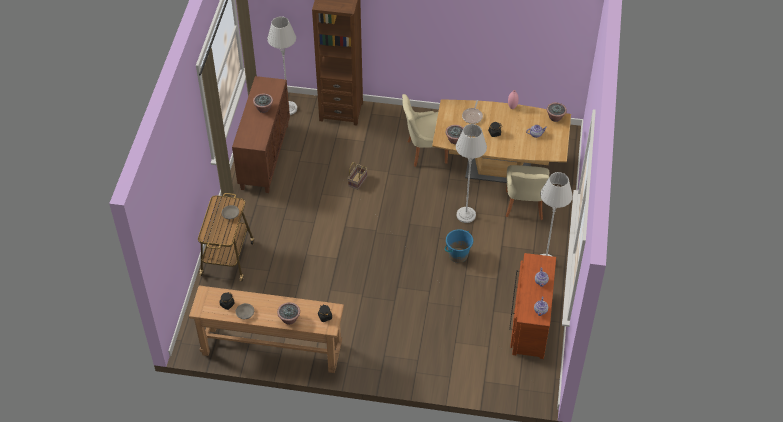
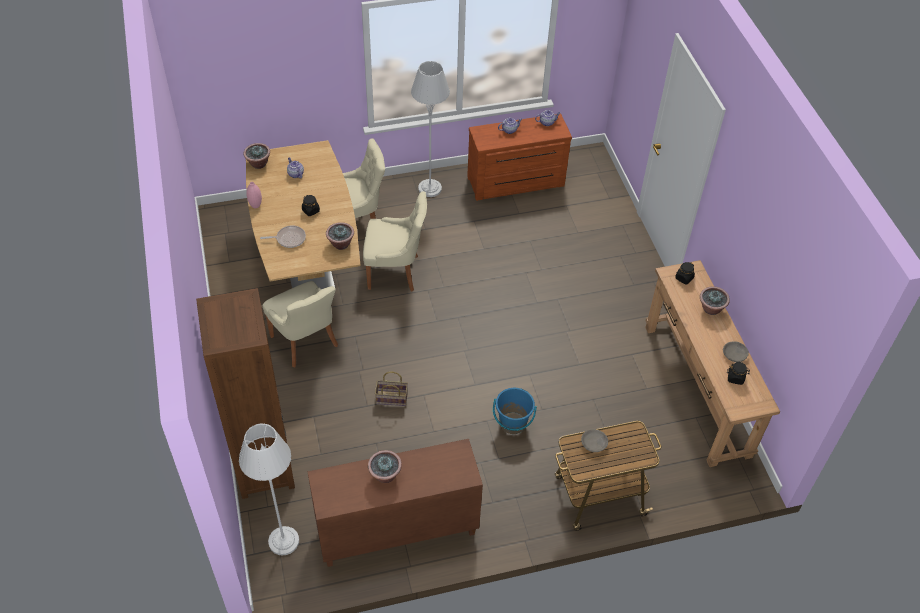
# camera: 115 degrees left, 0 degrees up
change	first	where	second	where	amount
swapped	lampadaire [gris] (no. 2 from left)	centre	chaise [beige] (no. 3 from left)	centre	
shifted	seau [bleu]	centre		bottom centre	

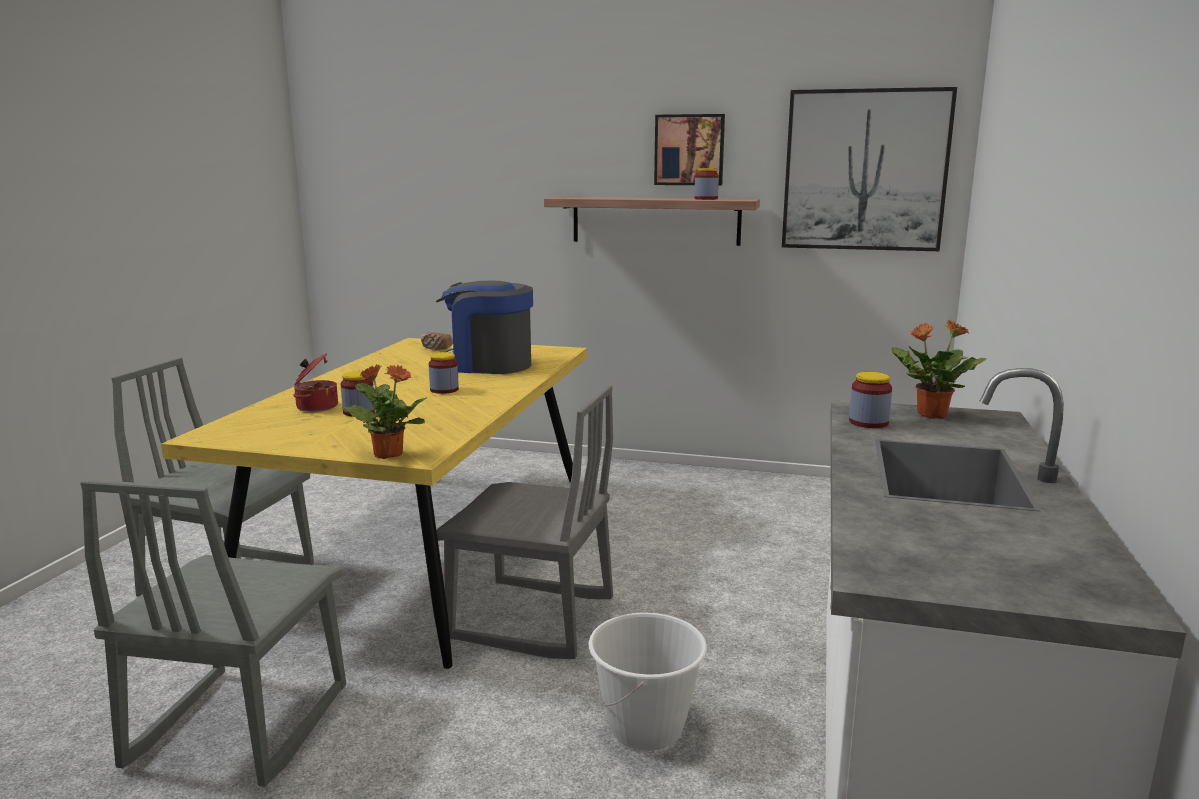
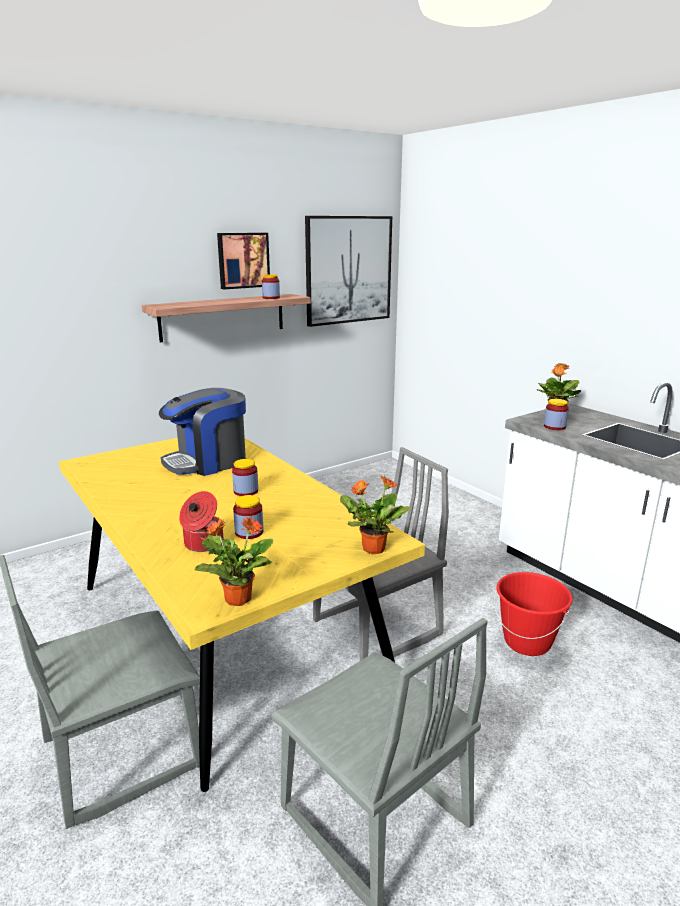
# camera: 50 degrees left, 5 degrees up
change	first	where	second	where	amount
new			plante en pot (no. 1 from left)	centre	
repainted	seau [blanc]	bottom centre	seau [rouge]	bottom right	
gone	pain	centre			

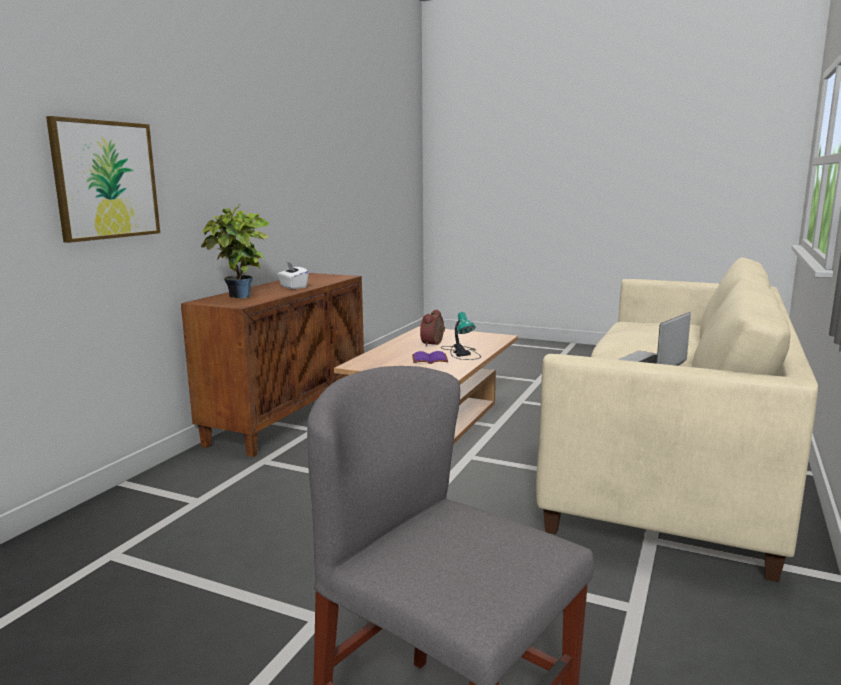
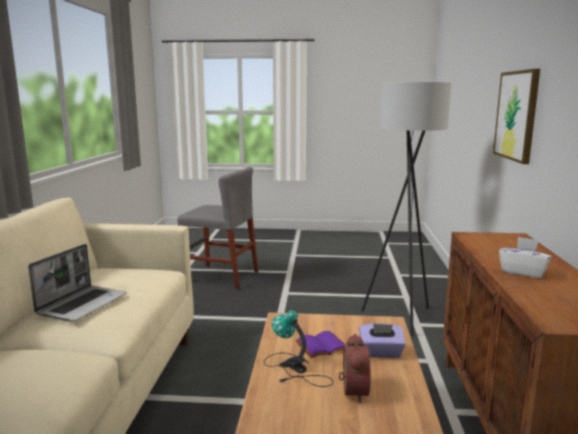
# camera: 160 degrees right, 0 degrees up
change	first	where	second	where	amount
new			boîte à mouchoirs [violet]	bottom centre	
new			lampadaire [gris]	middle right	
gone	plante en pot	middle left			

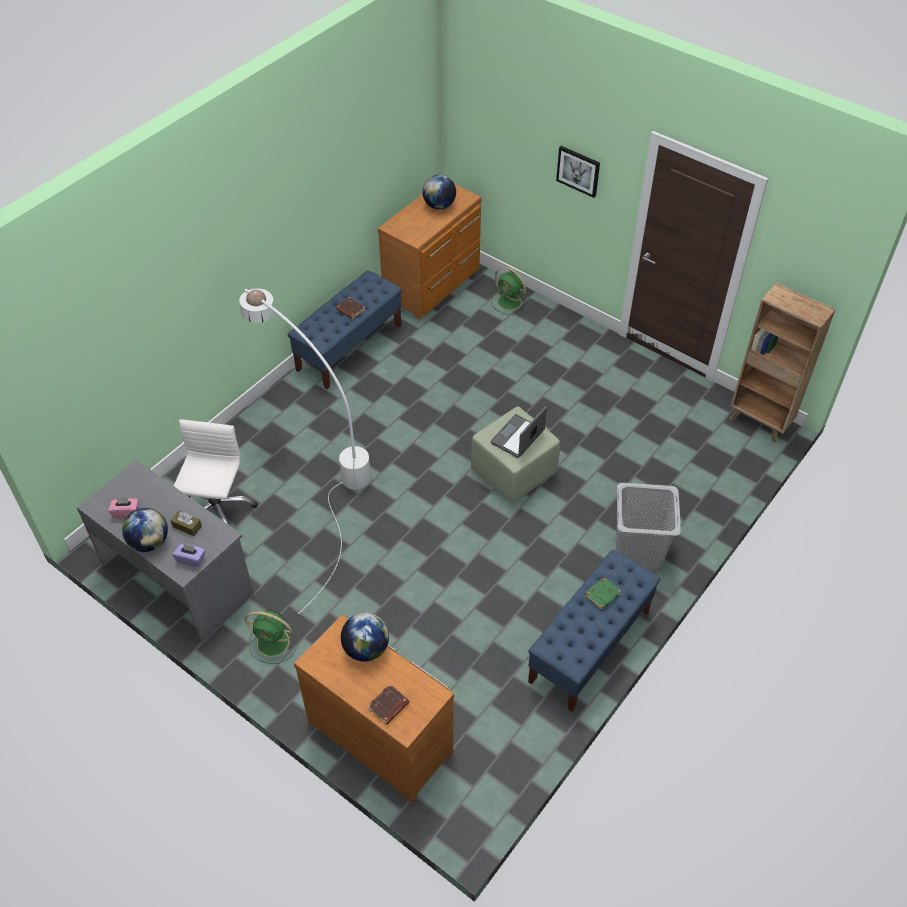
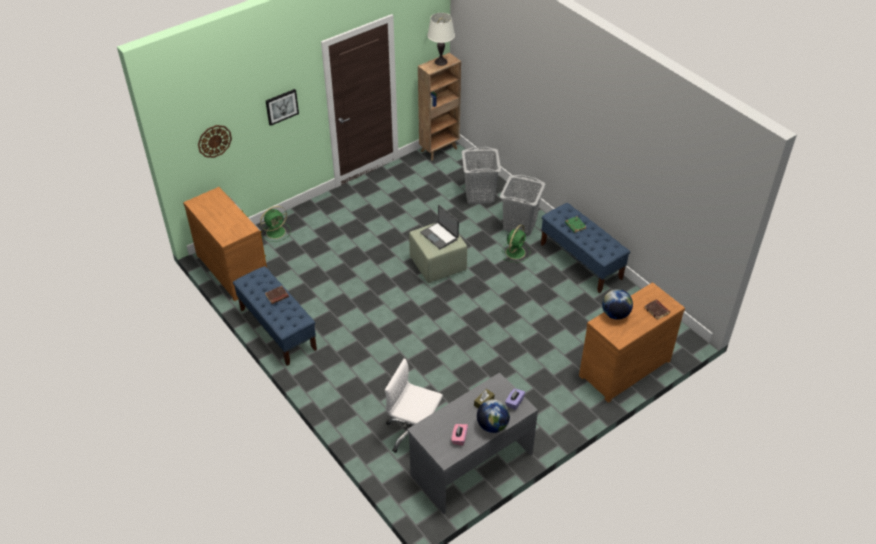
# camera: 75 degrees left, 5 degrees down
change	first	where	second	where	amount
new			horloge murale	top left	
new			lampe de table [blanc]	top centre	
new			panier à linge [gris] (no. 1 from left)	top centre	
shifted	ventilateur [vert] (no. 1 from left in the first image)	bottom left	ventilateur [vert] (no. 2 from left)	centre	
gone	lampadaire [blanc]	centre			
gone	globe (no. 3 from left)	top centre			

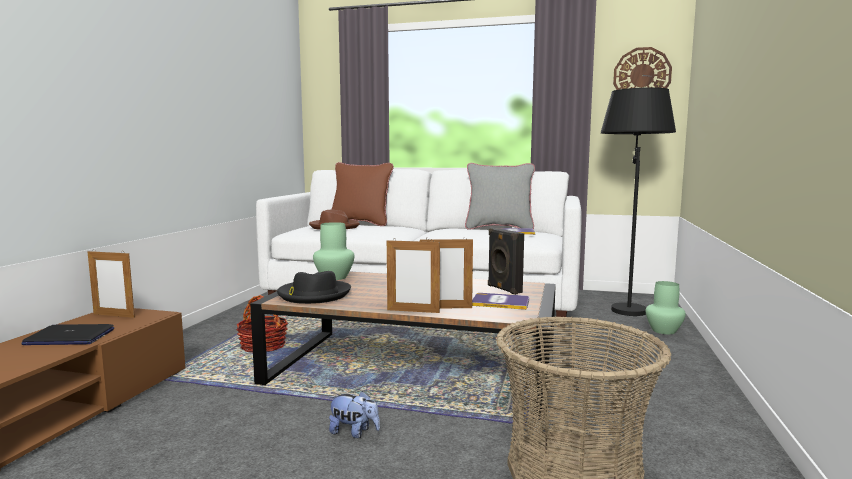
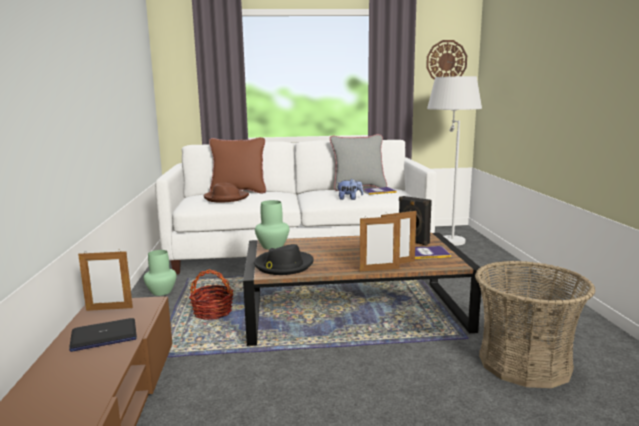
# camera: 20 degrees left, 5 degrees up
change	first	where	second	where	amount
shifted	vase [vert] (no. 2 from left in the first image)	middle right	vase [vert] (no. 1 from left)	middle left	
shifted	peluche	bottom centre		centre	
repainted	lampadaire [noir]	middle right	lampadaire [blanc]	middle right	

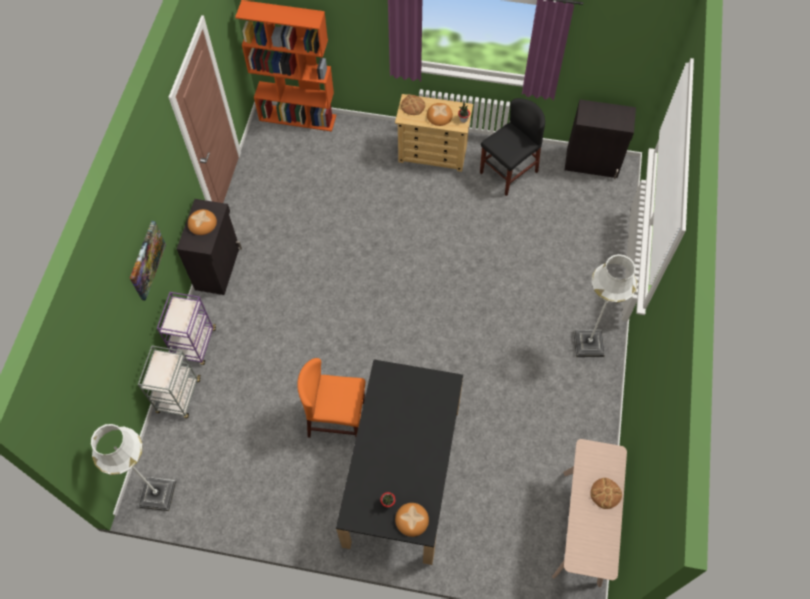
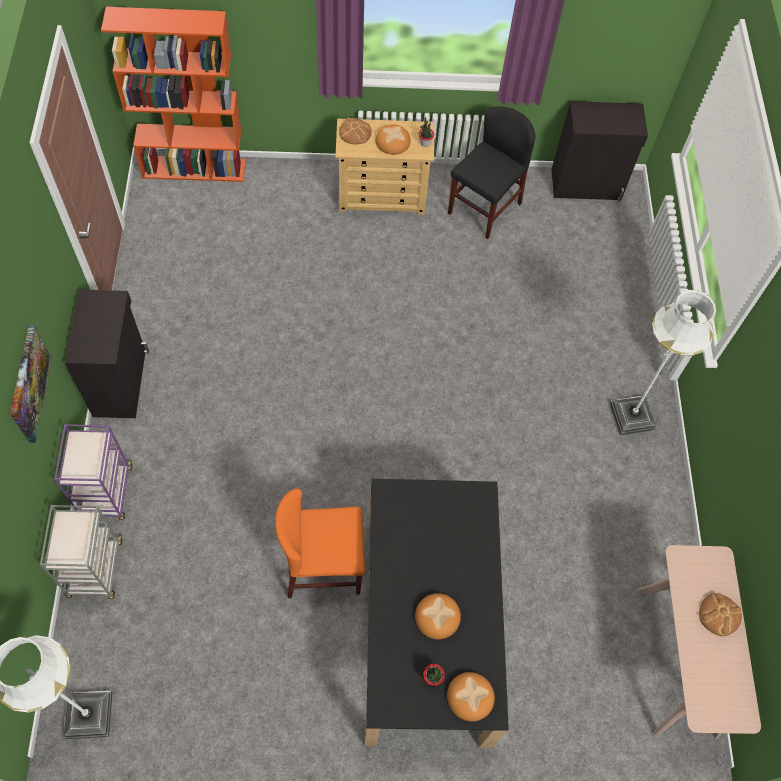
# camera: 15 degrees left, 0 degrees up
change	first	where	second	where	amount
shifted	pain (no. 1 from left in the first image)	middle left	pain (no. 3 from left)	bottom centre	

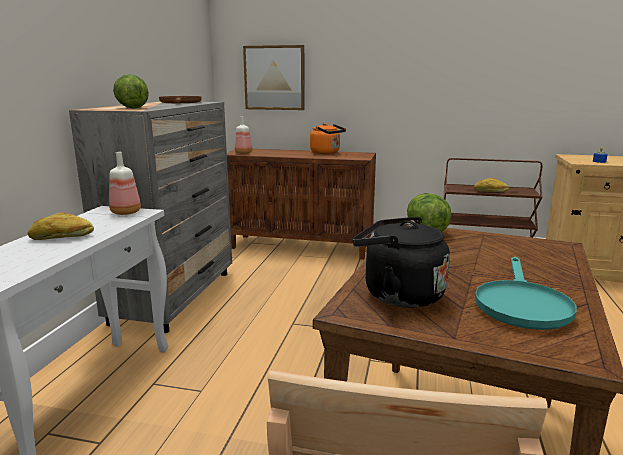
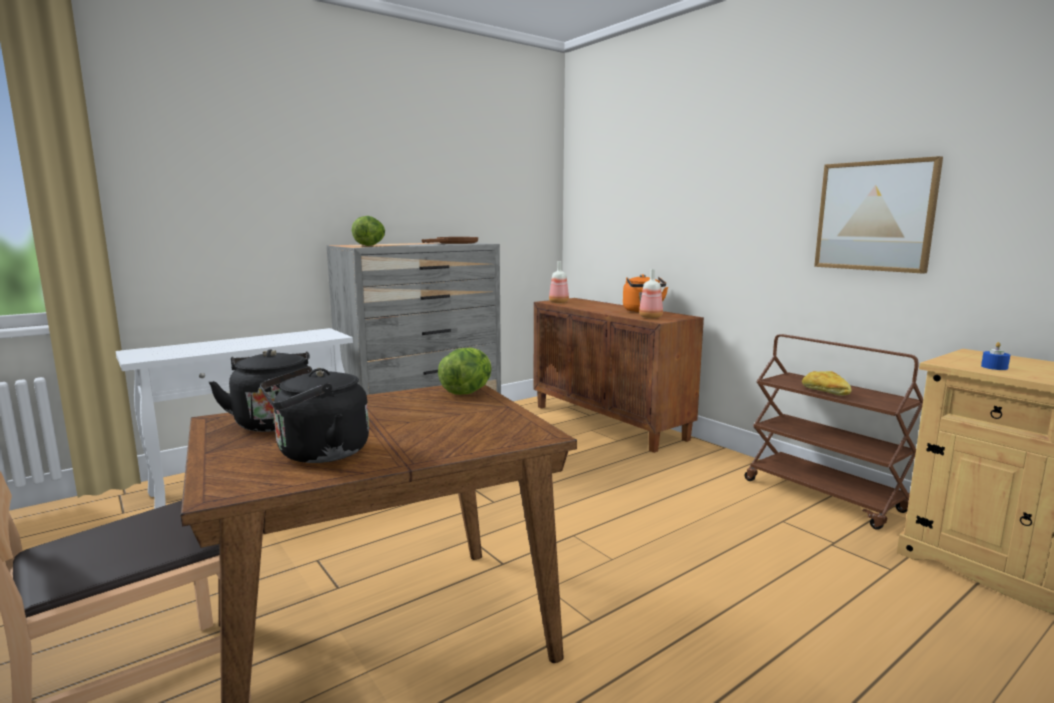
# camera: 40 degrees right, 5 degrees down
change	first	where	second	where	amount
swapped	poêle [turquoise]	middle right	bouilloire [noir] (no. 2 from left)	middle left	
shifted	bouteille (no. 1 from left in the first image)	middle left	bouteille (no. 2 from left)	centre	
shifted	tableau	top centre		top right	
gone	pain (no. 1 from left)	middle left			

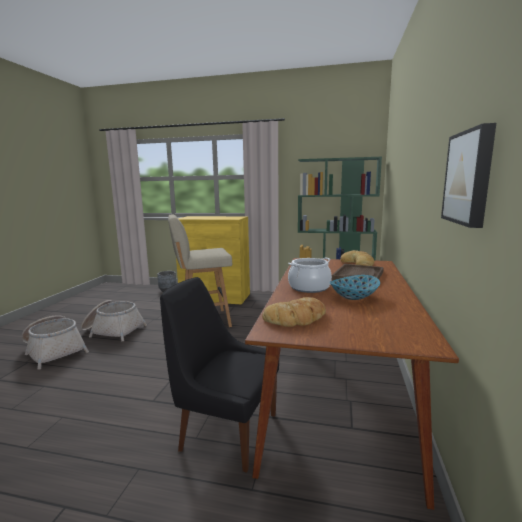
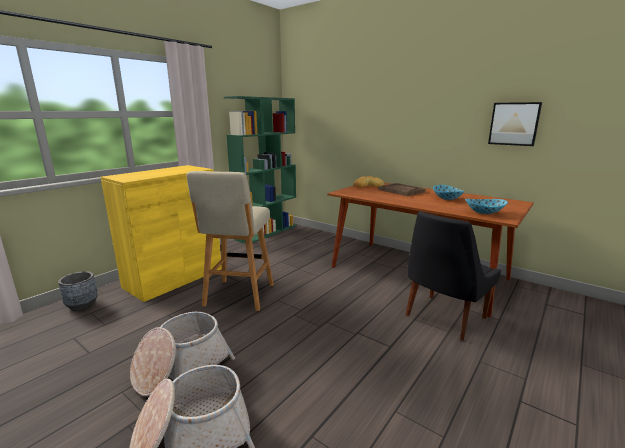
# camera: 65 degrees left, 5 degrees up
change	first	where	second	where	amount
swapped	pain (no. 1 from left)	centre	bol (no. 2 from left)	middle right	
gone	marmite	centre			

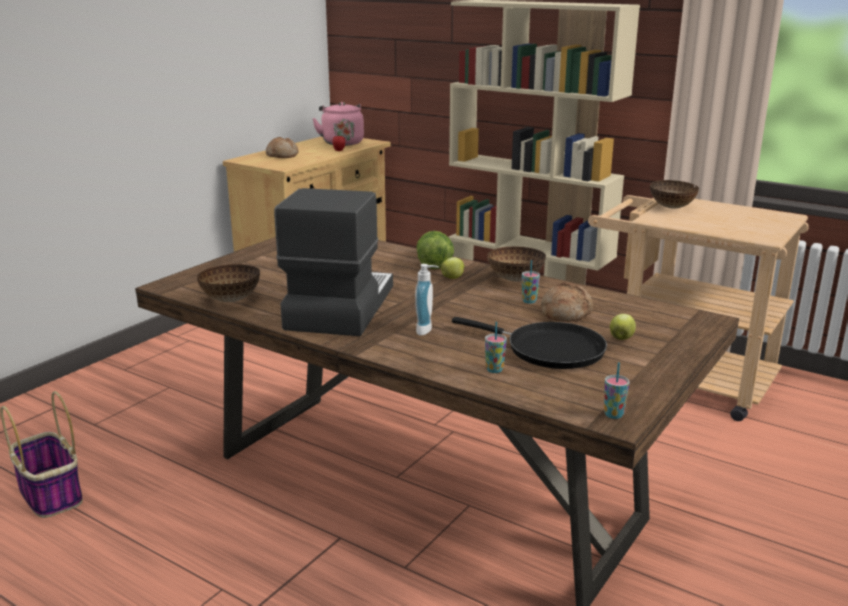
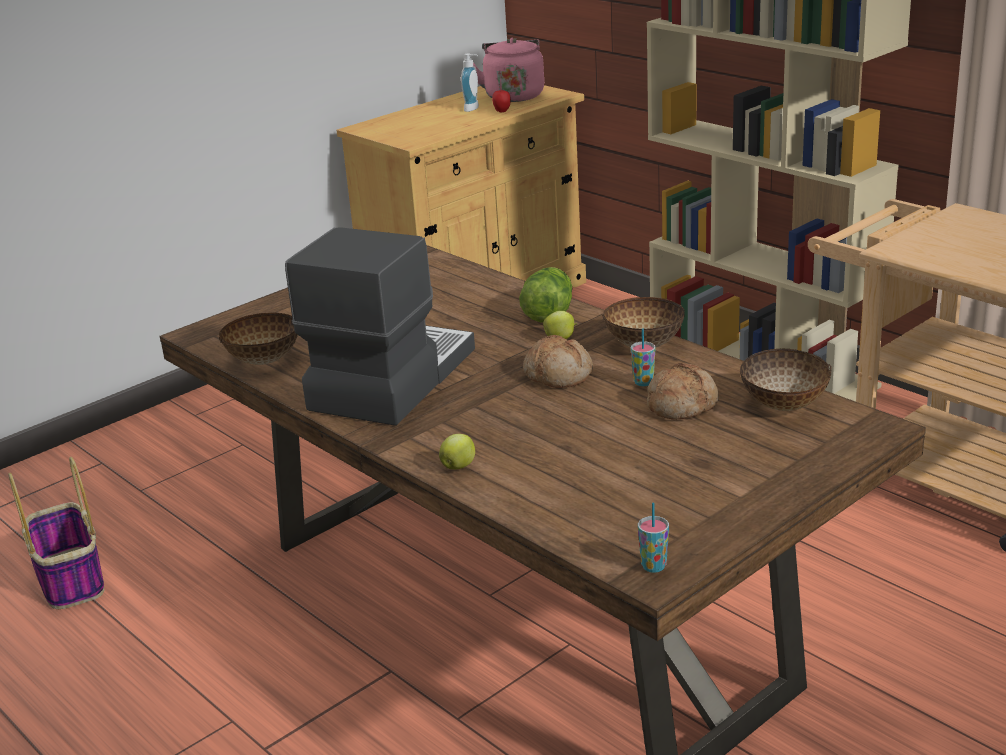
# camera: 15 degrees right, 5 degrees up
change	first	where	second	where	amount
shifted	pomme (no. 3 from left in the first image)	middle right	pomme (no. 1 from left)	centre	
shifted	distributeur de savon	centre		top centre	
shifted	pain (no. 1 from left)	top left		centre	
shifted	bol (no. 3 from left)	top right		middle right	
gone	poêle [noir]	centre			
gone	tasse (no. 1 from left)	centre			

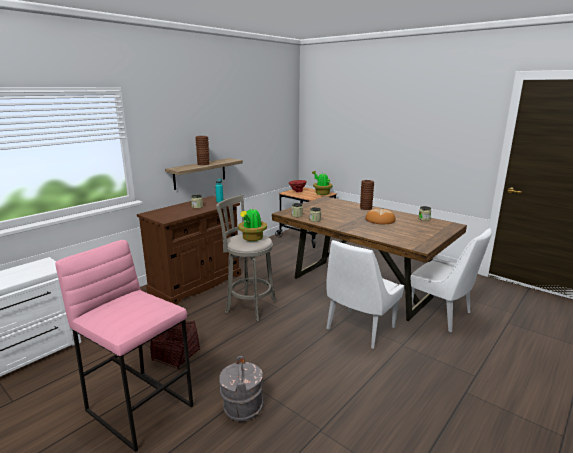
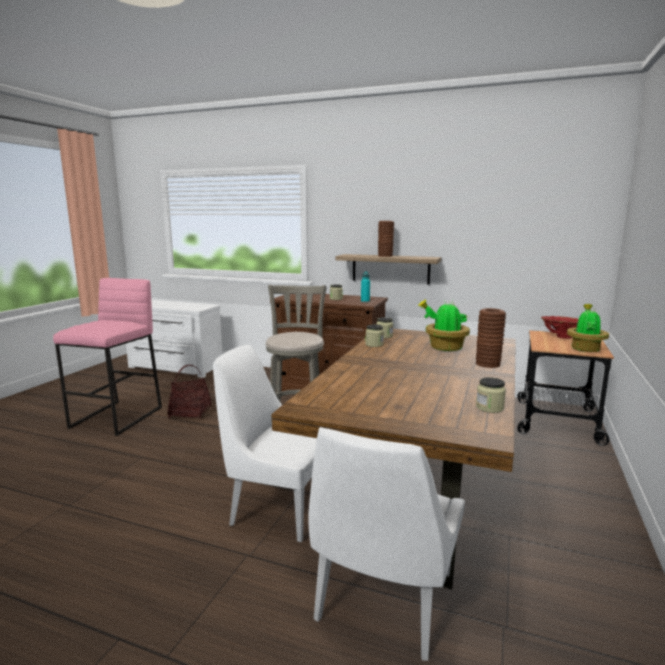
# camera: 70 degrees right, 5 degrees down
change	first	where	second	where	amount
shifted	plante en pot (no. 1 from left)	centre		middle right	
gone	seau [gris]	bottom centre			
gone	pain	centre			

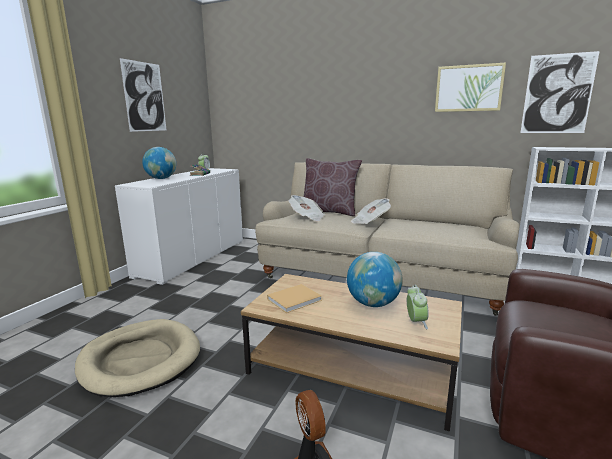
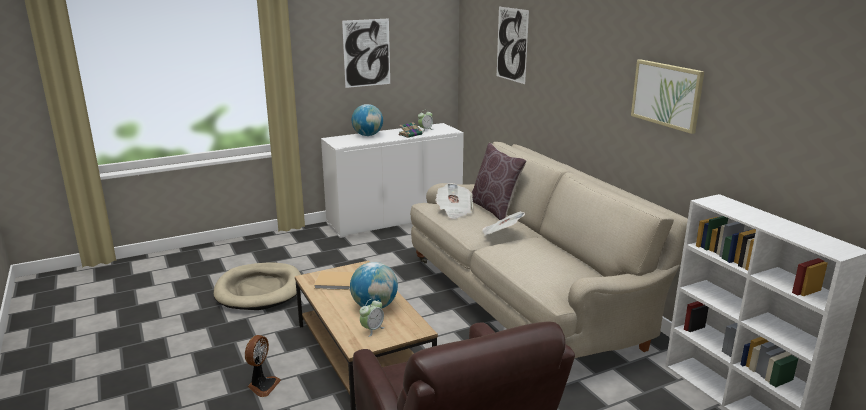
# camera: 40 degrees right, 5 degrees up
change	first	where	second	where	amount
shifted	tableau (no. 3 from left in the first image)	top right	tableau (no. 2 from left)	top centre	

